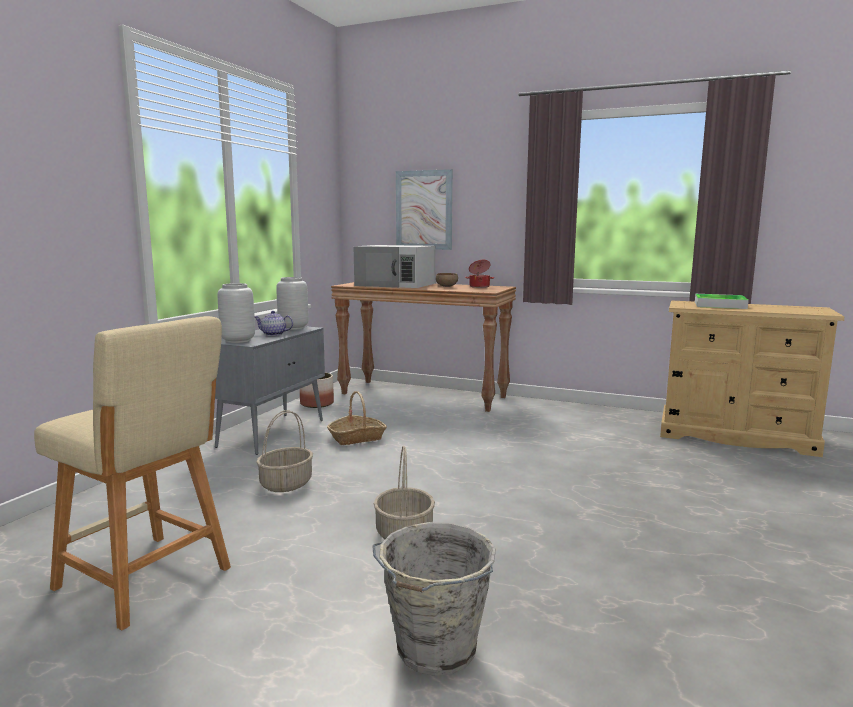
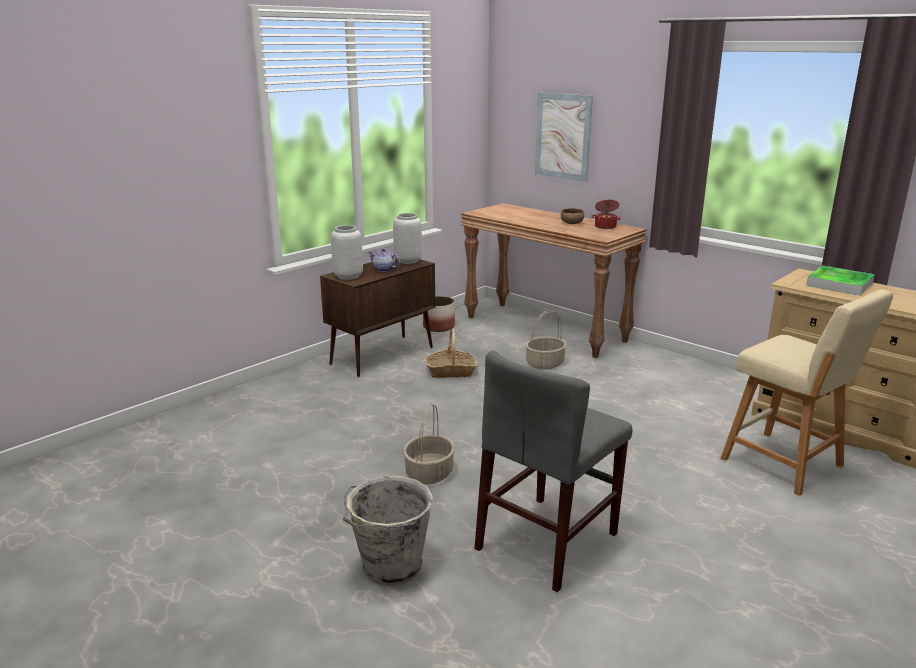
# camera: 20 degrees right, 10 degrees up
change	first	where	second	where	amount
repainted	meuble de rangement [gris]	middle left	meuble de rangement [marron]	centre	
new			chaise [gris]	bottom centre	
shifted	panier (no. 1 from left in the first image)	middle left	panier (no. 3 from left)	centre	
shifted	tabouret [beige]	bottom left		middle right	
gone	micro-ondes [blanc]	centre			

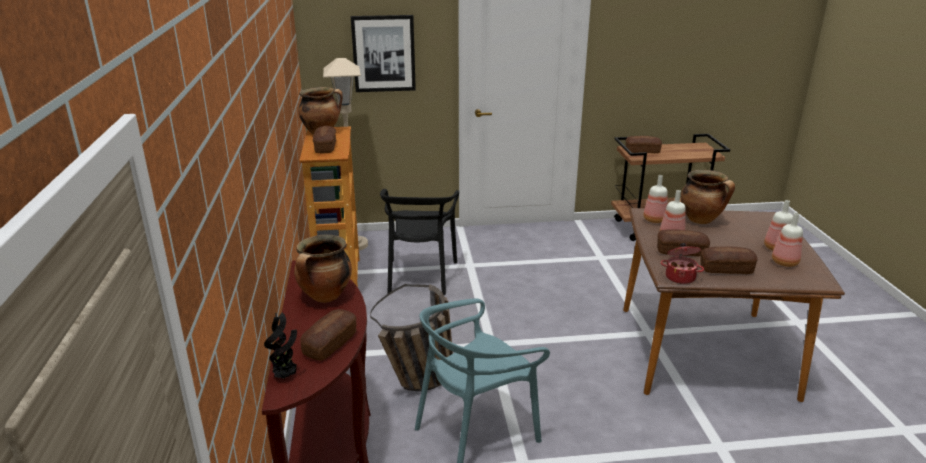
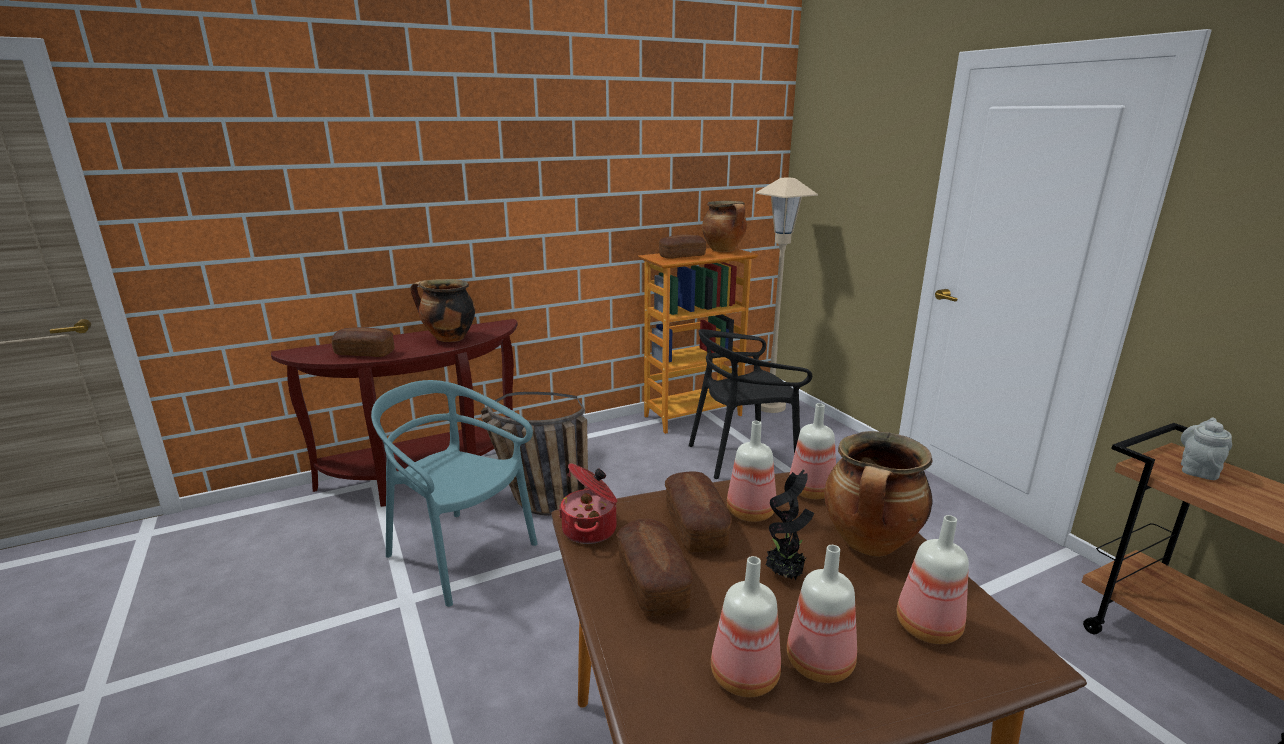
# camera: 70 degrees right, 5 degrees down
change	first	where	second	where	amount
shifted	plante en pot	bottom left		bottom centre	
new			bouteille (no. 5 from left)	bottom right	
swapped	pain (no. 3 from left)	top right	théière [gris]	middle right	
gone	tableau	top centre			

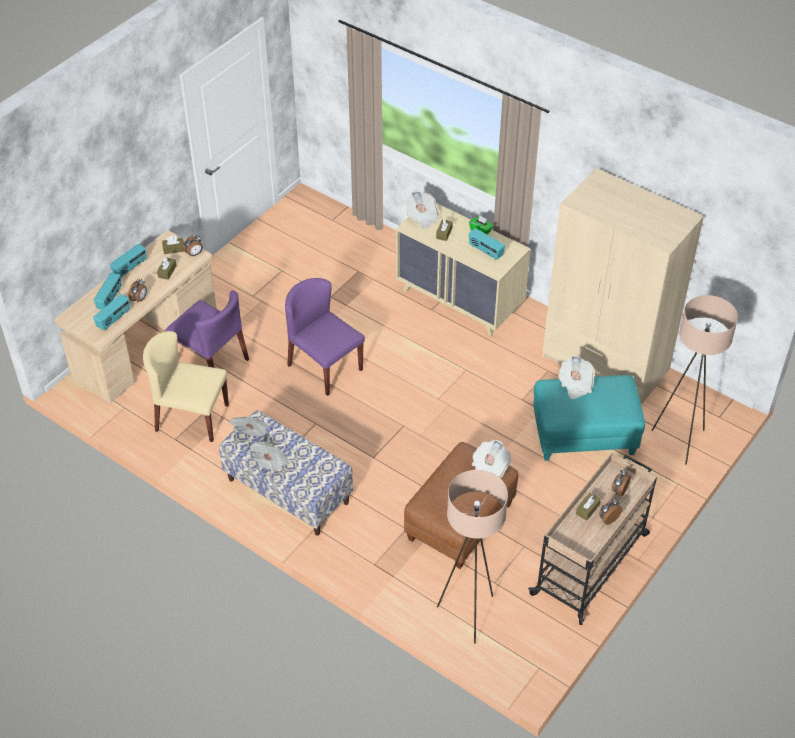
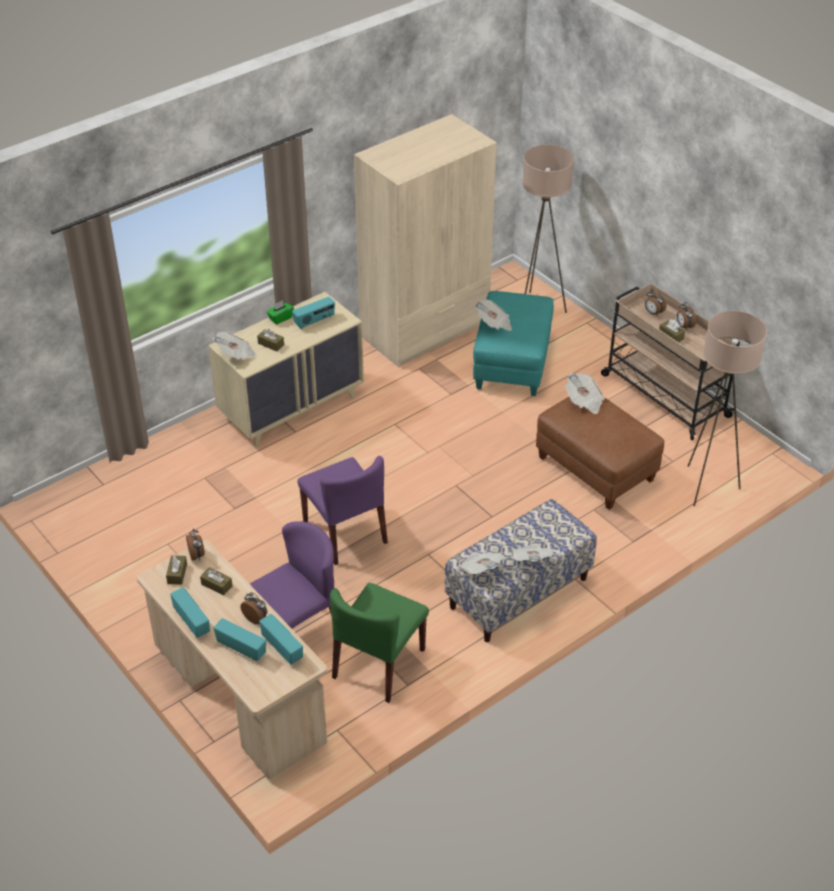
# camera: 75 degrees left, 5 degrees down
change	first	where	second	where	amount
rotated	chaise [violet] (no. 2 from left)	centre		centre	90 degrees counterclockwise
repainted	chaise [beige]	middle left	chaise [vert]	bottom centre	

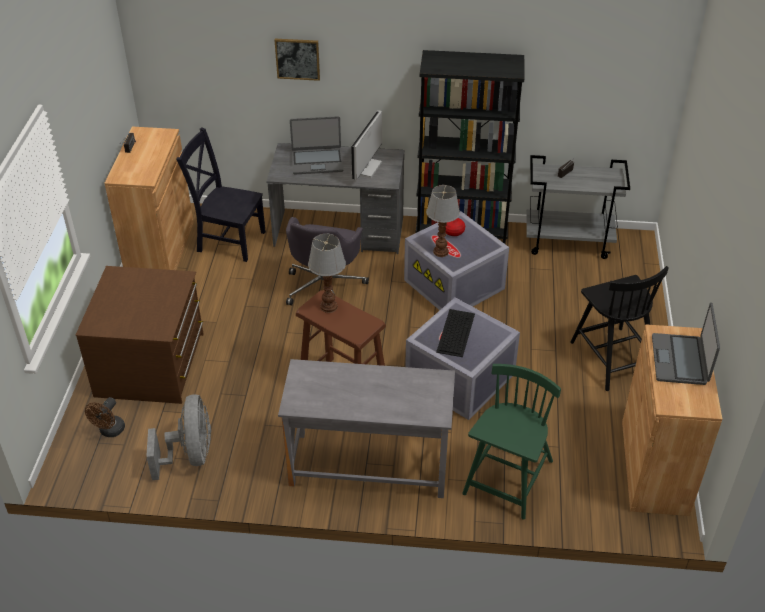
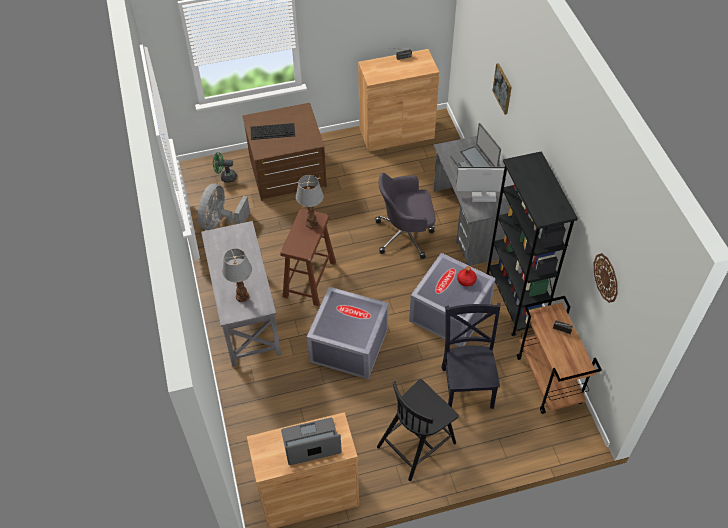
# camera: 70 degrees right, 10 degrees up
change	first	where	second	where	amount
rotated	ventilateur [gris]	bottom left		middle left	135 degrees clockwise
repainted	ventilateur [marron]	bottom left	ventilateur [vert]	top left	
shifted	lampe de table (no. 2 from left in the first image)	centre	lampe de table (no. 1 from left)	middle left	
shifted	clavier	centre		top centre	
shifted	chaise [noir] (no. 1 from left in the first image)	top left	chaise [noir] (no. 2 from left)	bottom centre	
repainted	chariot [gris]	middle right	chariot [marron]	bottom right	
new			horloge murale	middle right	
gone	chaise [vert]	bottom right			

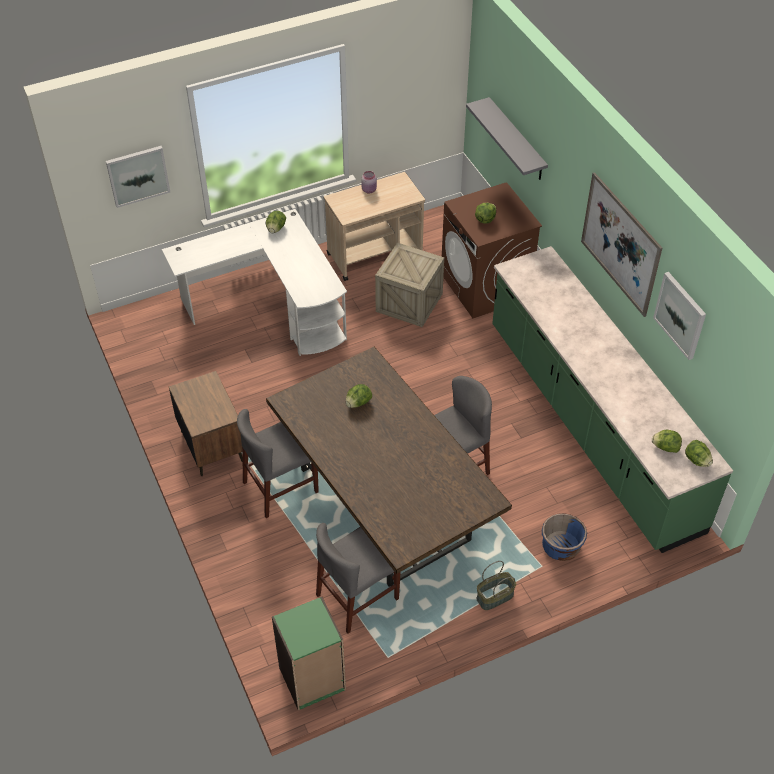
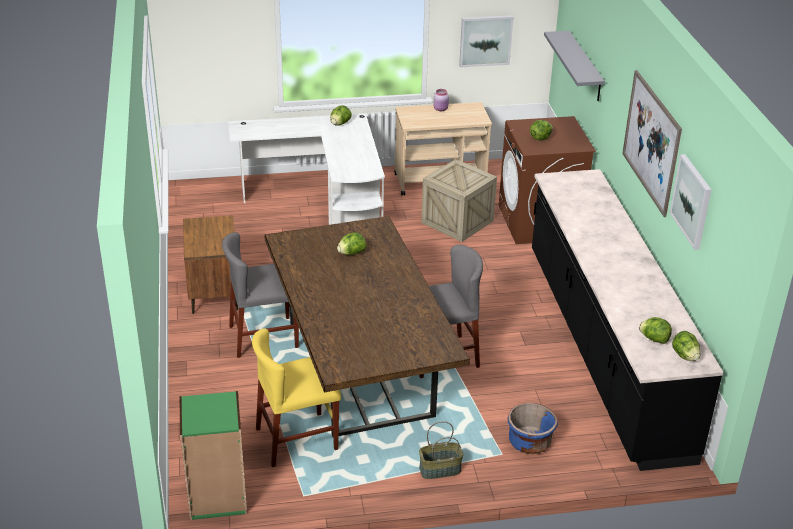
# camera: 15 degrees right, 15 degrees down
change	first	where	second	where	amount
repainted	chaise [gris] (no. 2 from left)	bottom centre	chaise [jaune]	bottom centre	
shifted	tableau (no. 1 from left)	top left		top centre	
repainted	comptoir de cuisine [vert]	middle right	comptoir de cuisine [noir]	middle right	

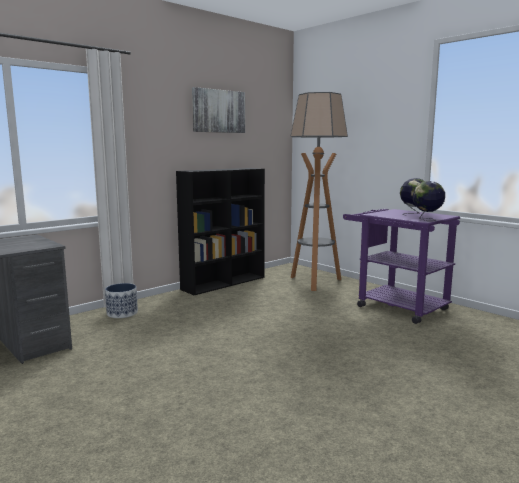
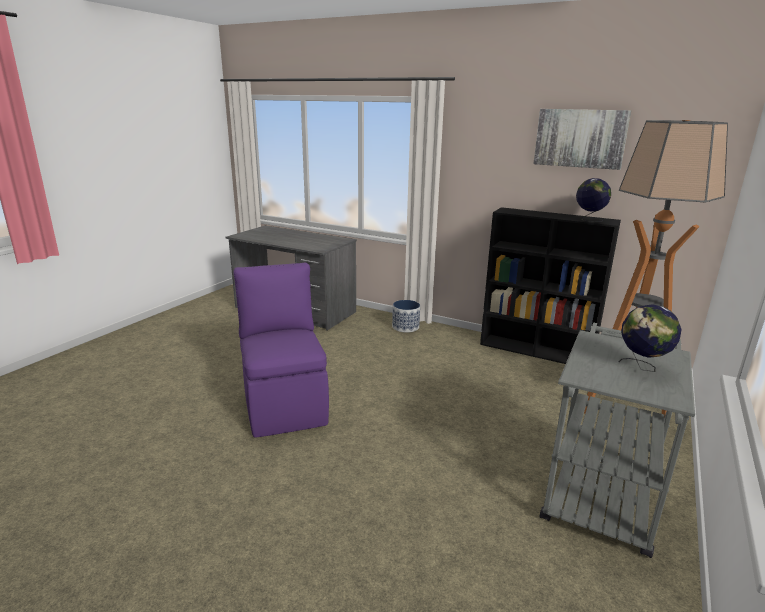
# camera: 70 degrees right, 10 degrees up
change	first	where	second	where	amount
new			chaise [violet]	centre	
repainted	chariot [violet]	middle right	chariot [gris]	bottom right	
shifted	globe (no. 2 from left in the first image)	middle right	globe (no. 1 from left)	top right	

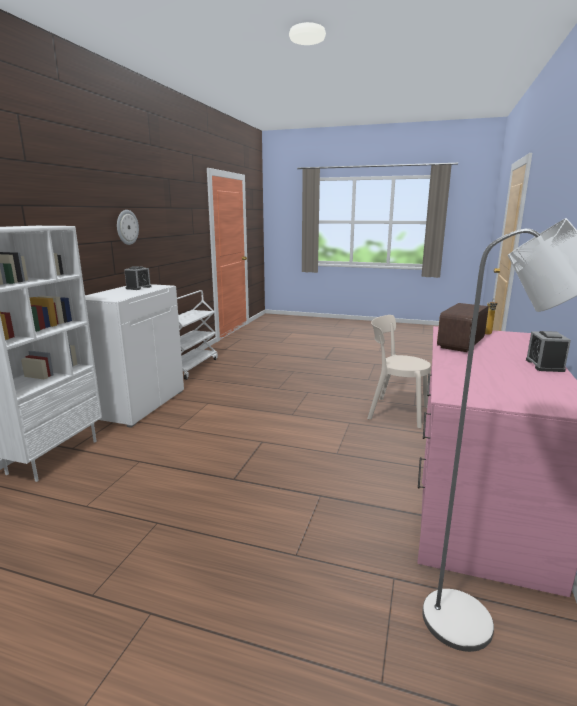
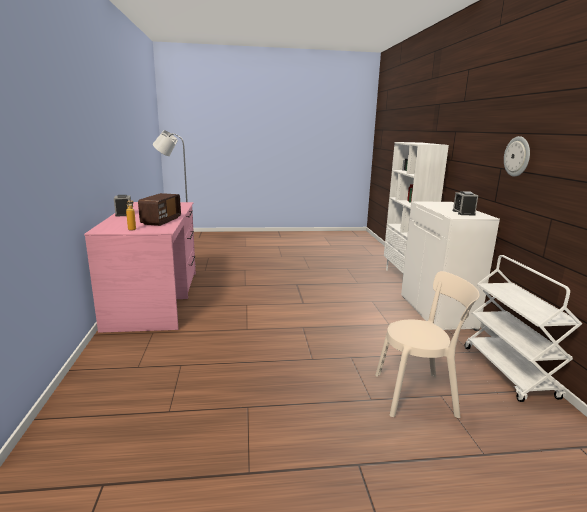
# camera: 155 degrees right, 0 degrees up
change	first	where	second	where	amount
shifted	chaise [beige]	middle right		bottom right	

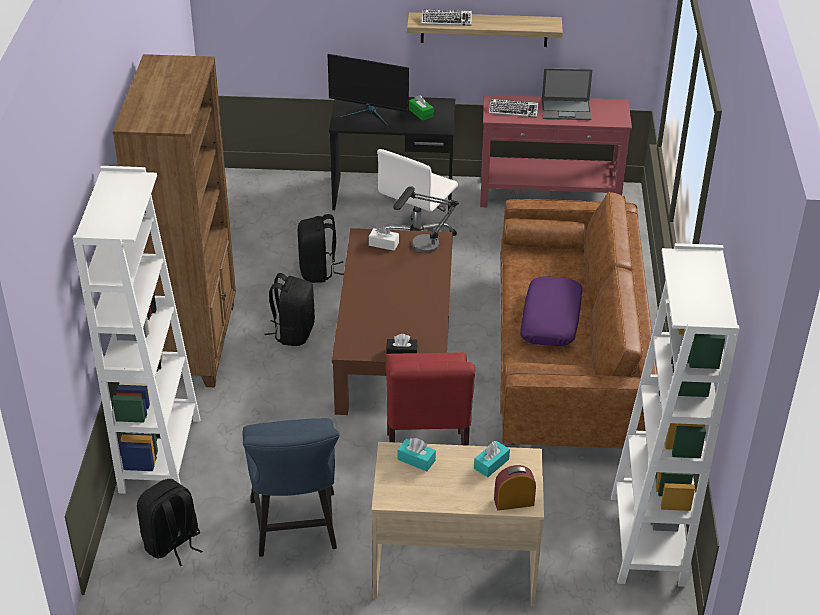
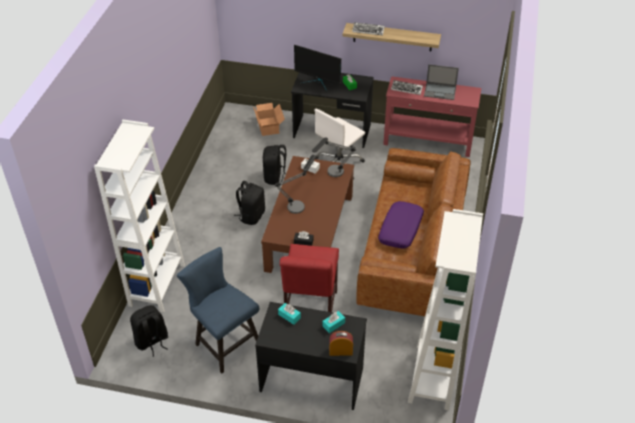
# camera: 10 degrees right, 5 degrees up
change	first	where	second	where	amount
rotated	chaise [bleu]	bottom centre		bottom centre	135 degrees clockwise
new			carton	top centre	
repainted	bureau [beige]	bottom centre	bureau [noir] (no. 1 from left)	bottom centre	
new			lampe de table (no. 1 from left)	centre	
gone	bibliothèque [marron]	middle left			

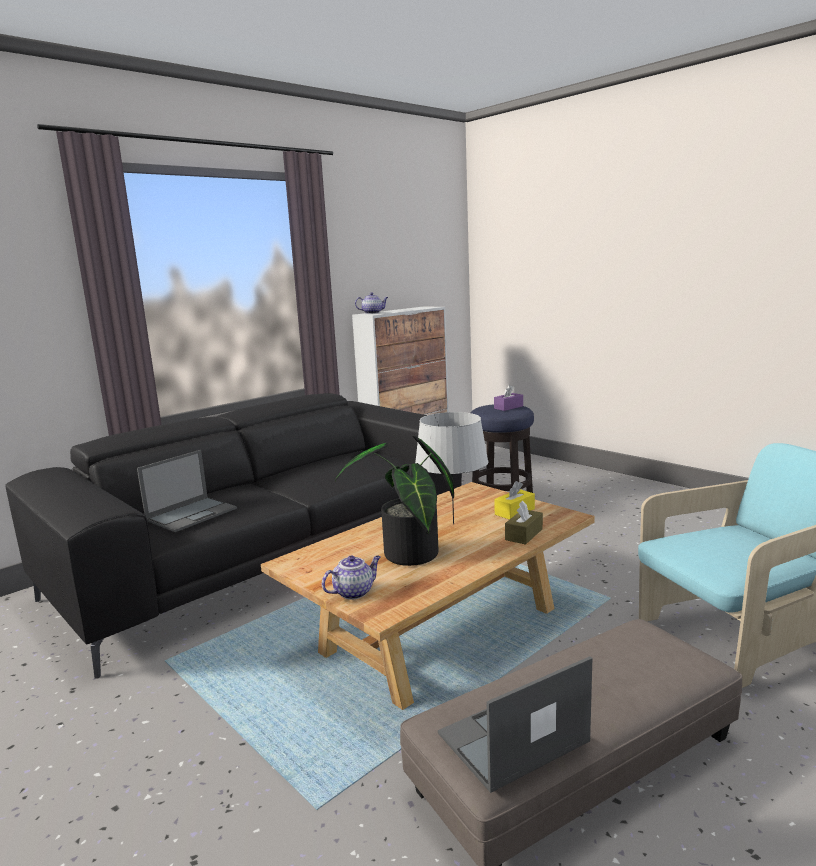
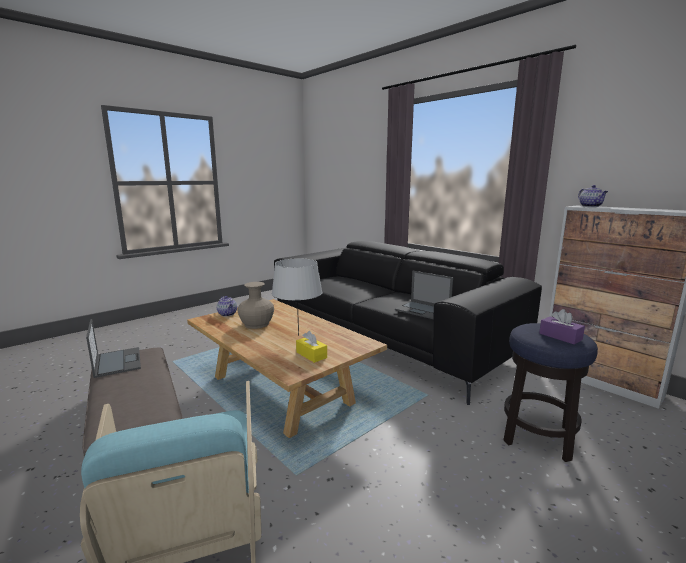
# camera: 90 degrees right, 0 degrees up
change	first	where	second	where	amount
swapped	plante en pot	centre	vase [beige]	centre	
shifted	ordinateur portable (no. 1 from left in the first image)	middle left	ordinateur portable (no. 2 from left)	centre	
gone	boîte à mouchoirs [marron]	centre			

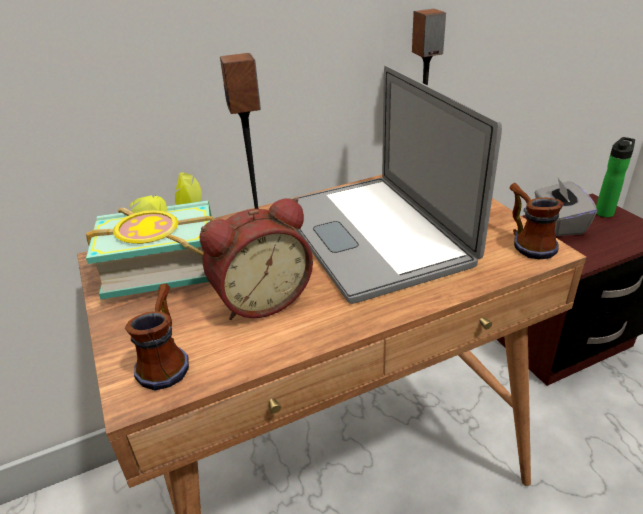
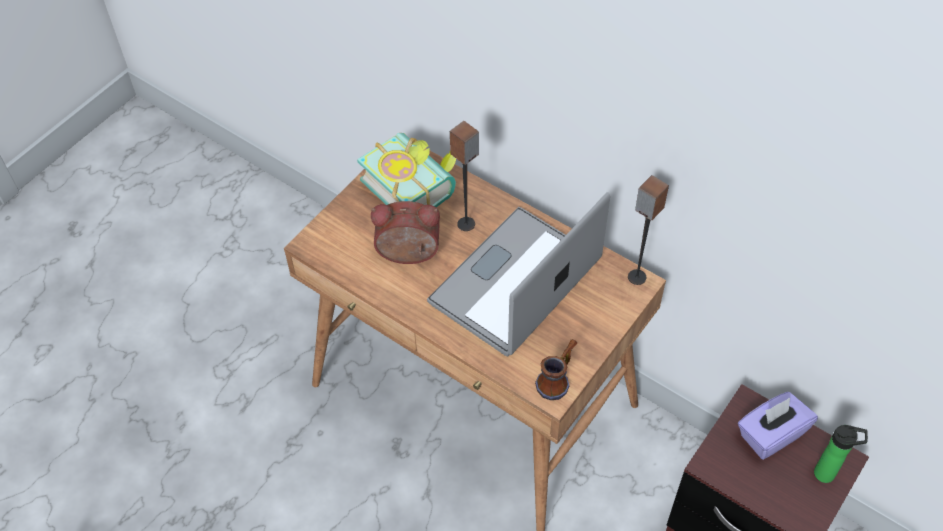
# camera: 60 degrees right, 20 degrees up
change	first	where	second	where	amount
rotated	réveil	centre		centre	150 degrees clockwise
repainted	boîte à mouchoirs [gris]	middle right	boîte à mouchoirs [violet]	bottom right	
gone	mug (no. 1 from left)	middle left			

